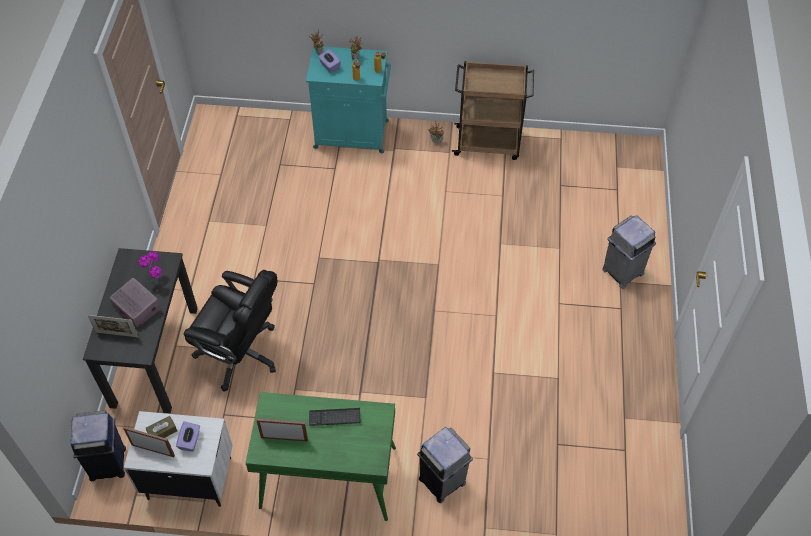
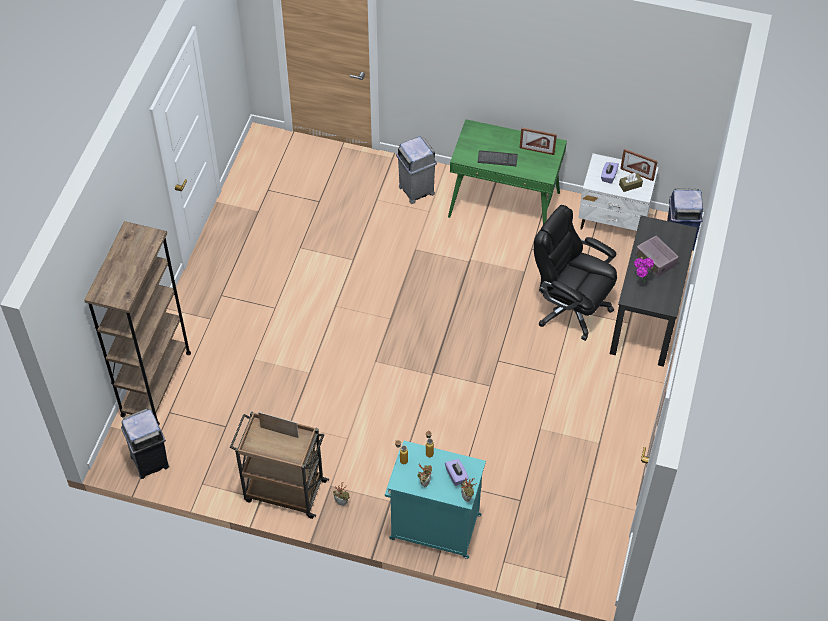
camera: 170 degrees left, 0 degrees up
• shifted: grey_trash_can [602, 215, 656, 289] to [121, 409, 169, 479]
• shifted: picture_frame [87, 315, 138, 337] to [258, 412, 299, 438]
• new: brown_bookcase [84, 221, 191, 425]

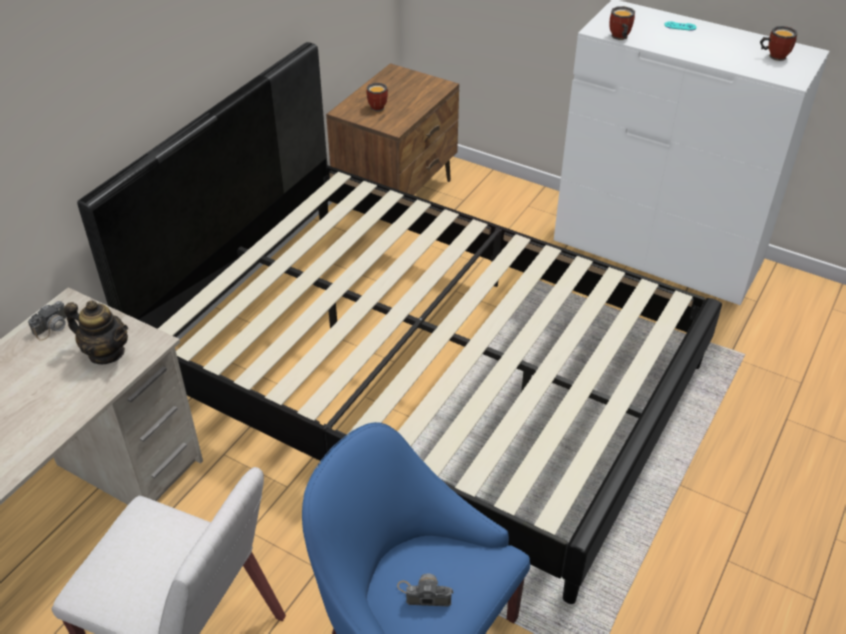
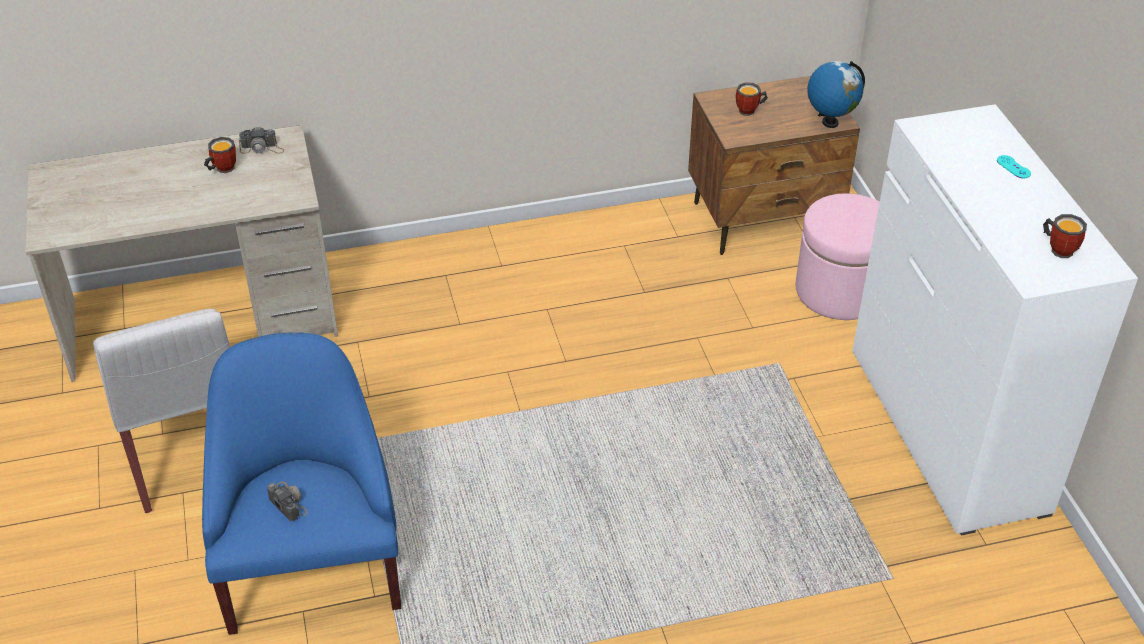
camera: 45 degrees right, 0 degrees up
• shifted: mug [610, 6, 635, 40] to [204, 137, 236, 173]
• gone: black_bed [77, 42, 722, 604]
• gone: teapot [64, 301, 128, 364]
• new: globe [807, 61, 865, 128]
• new: pink_ottoman [796, 194, 880, 320]

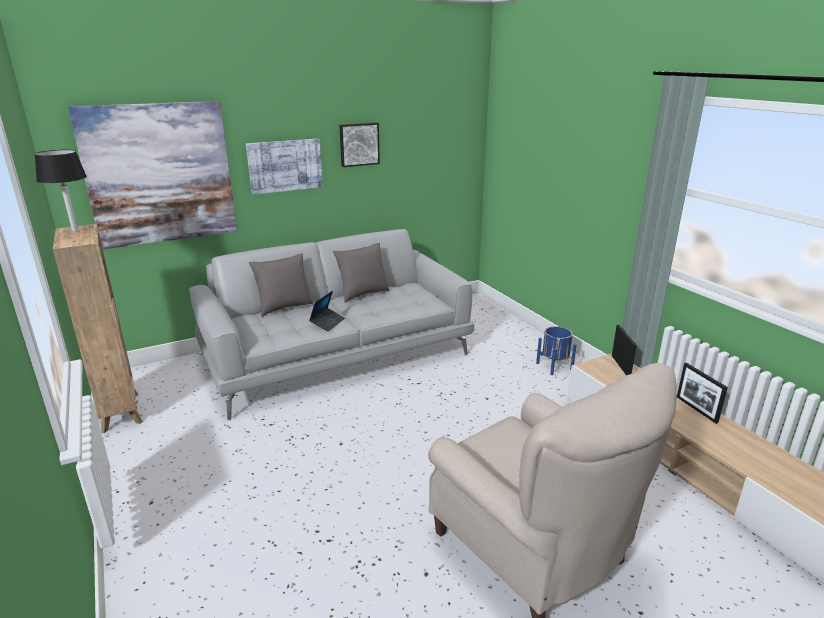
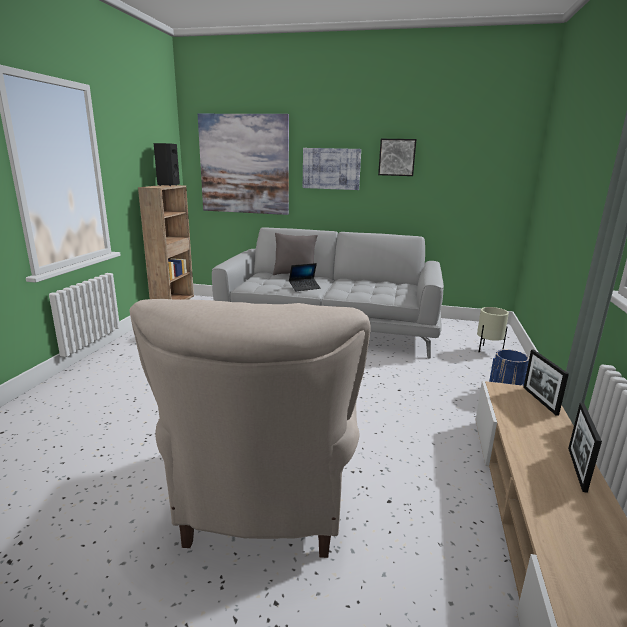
camera: 40 degrees right, 5 degrees down
• swapped: black_table_lamp [35, 150, 87, 232] to black_speaker [154, 143, 180, 186]
• gone: grey_pillow [333, 243, 390, 303]
• rotated: picture_frame [612, 325, 637, 375] = [523, 350, 569, 416] 135 degrees clockwise
• new: beige_planter [477, 307, 509, 352]

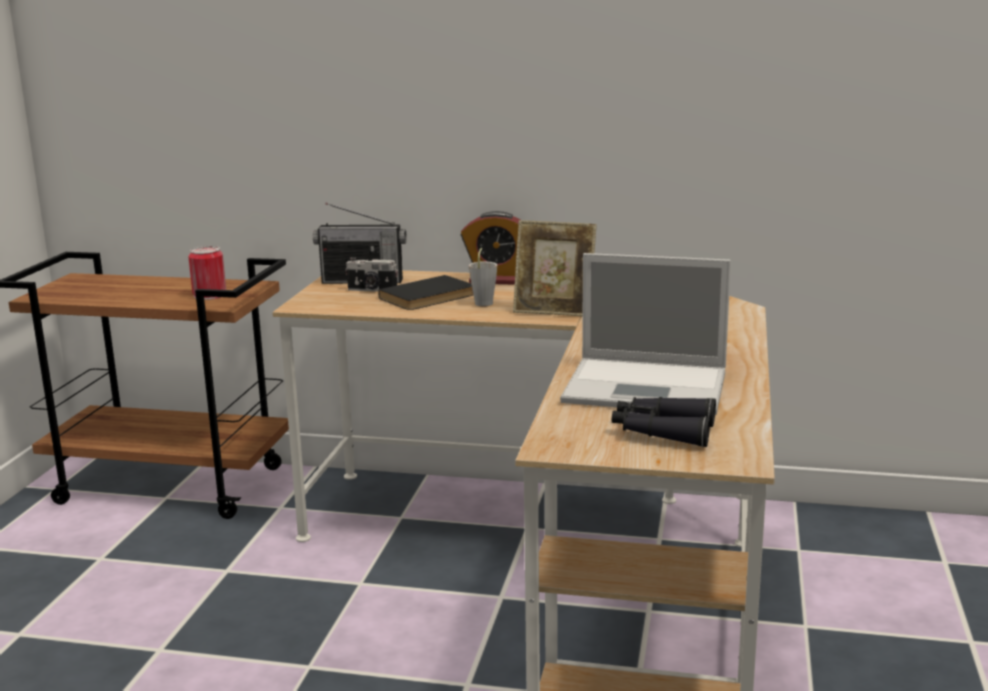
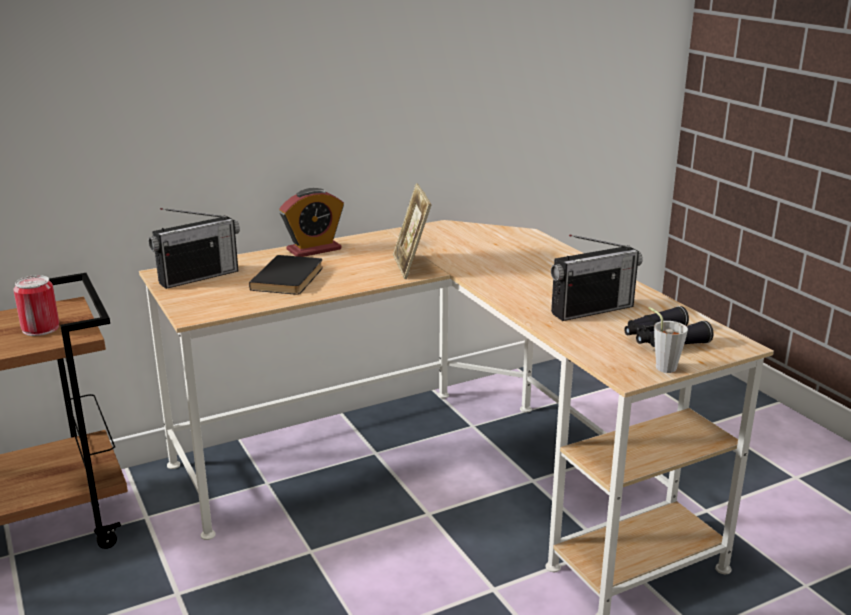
camera: 40 degrees left, 5 degrees up
• rotated: picture_frame [513, 220, 597, 316] = [393, 183, 432, 279] 105 degrees clockwise
• shifted: grey_cup [469, 248, 497, 306] to [648, 307, 688, 373]
• swapped: laptop [560, 253, 731, 415] to radio [551, 235, 643, 321]
• gone: photo_camera [345, 257, 398, 292]

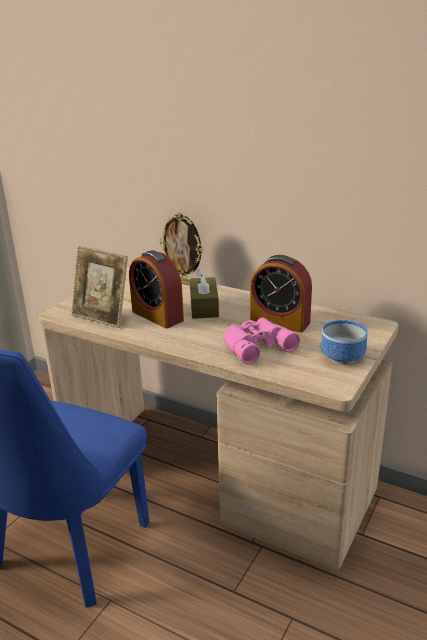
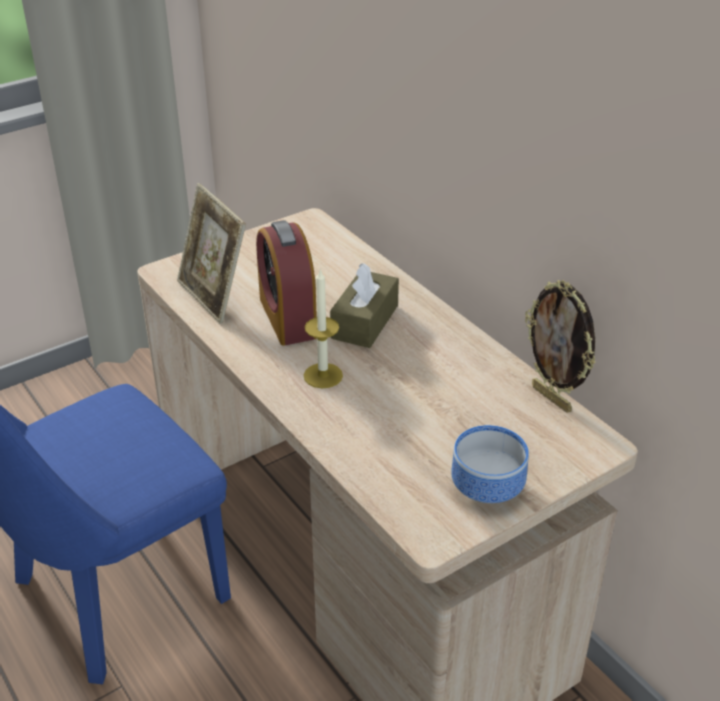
camera: 25 degrees right, 10 degrees up
• shifted: picture_frame [160, 212, 203, 285] to [525, 280, 596, 413]
• gone: alarm_clock [250, 255, 312, 333]
• gone: pink_binoculars [223, 317, 300, 364]
• new: candle [304, 268, 343, 388]

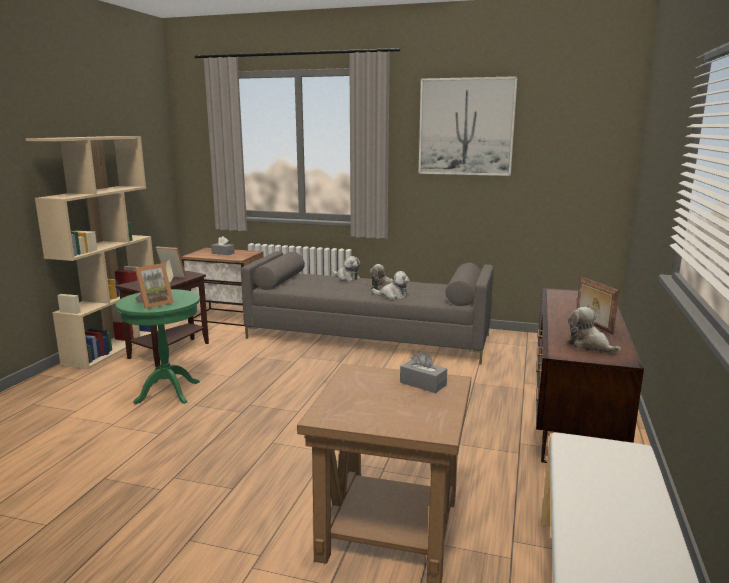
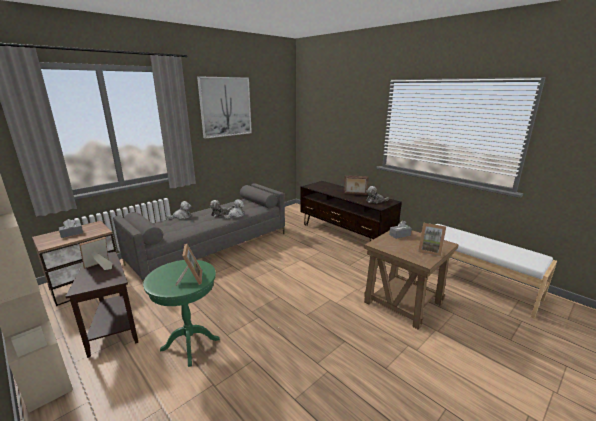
camera: 60 degrees left, 5 degrees up
• new: picture_frame [418, 223, 446, 257]

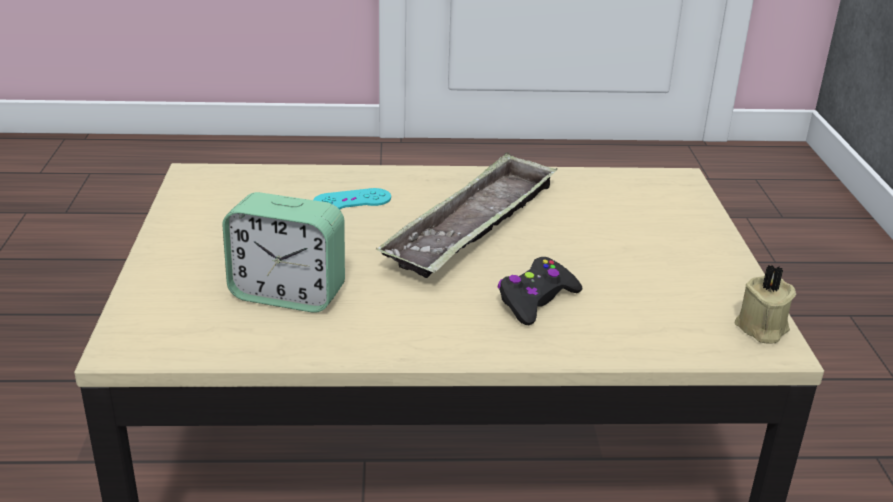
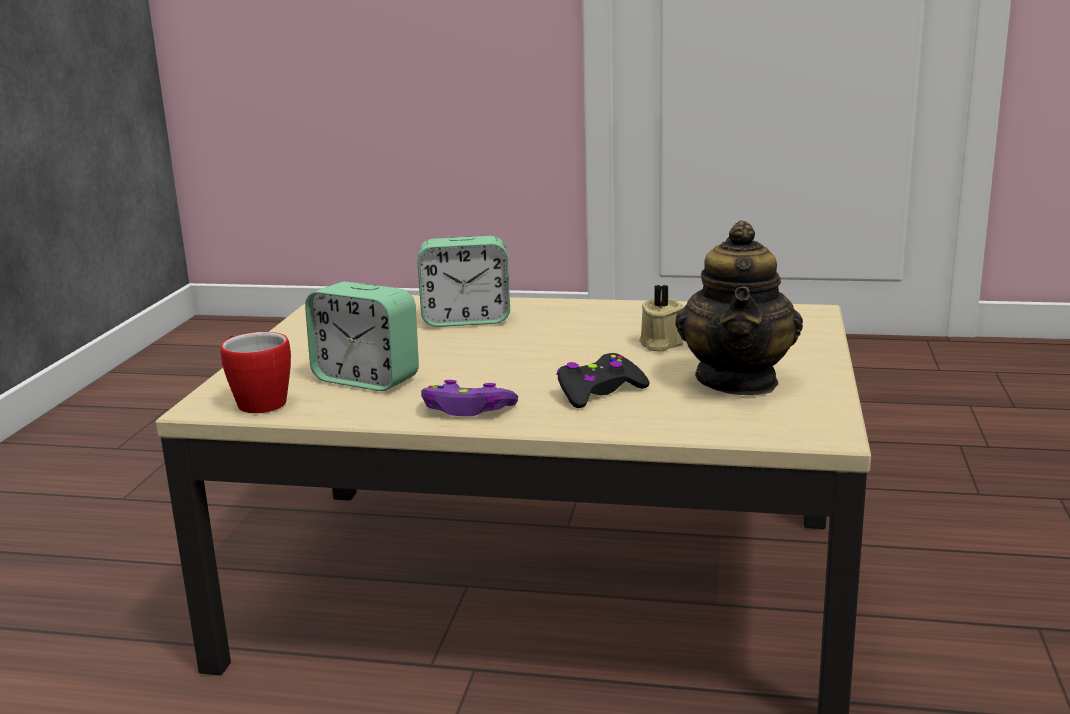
camera: 15 degrees right, 10 degrees down
• gone: tray [376, 153, 557, 278]
• swapped: turquoise_game_controller [313, 188, 391, 209] to alarm_clock [417, 236, 510, 327]
• shifted: beige_candle [735, 265, 796, 344] to [639, 285, 683, 352]
• new: teapot [675, 220, 803, 395]
• new: mug [220, 332, 291, 413]
• new: purple_game_controller [421, 380, 518, 416]

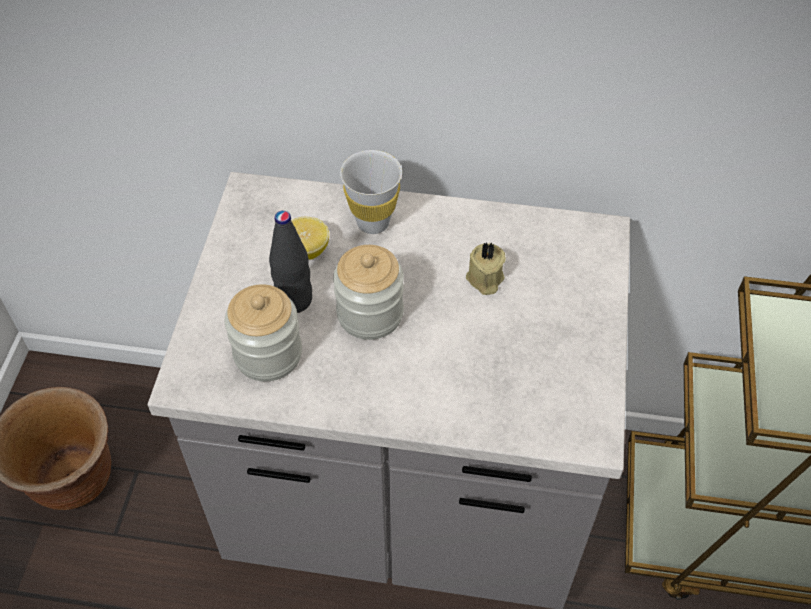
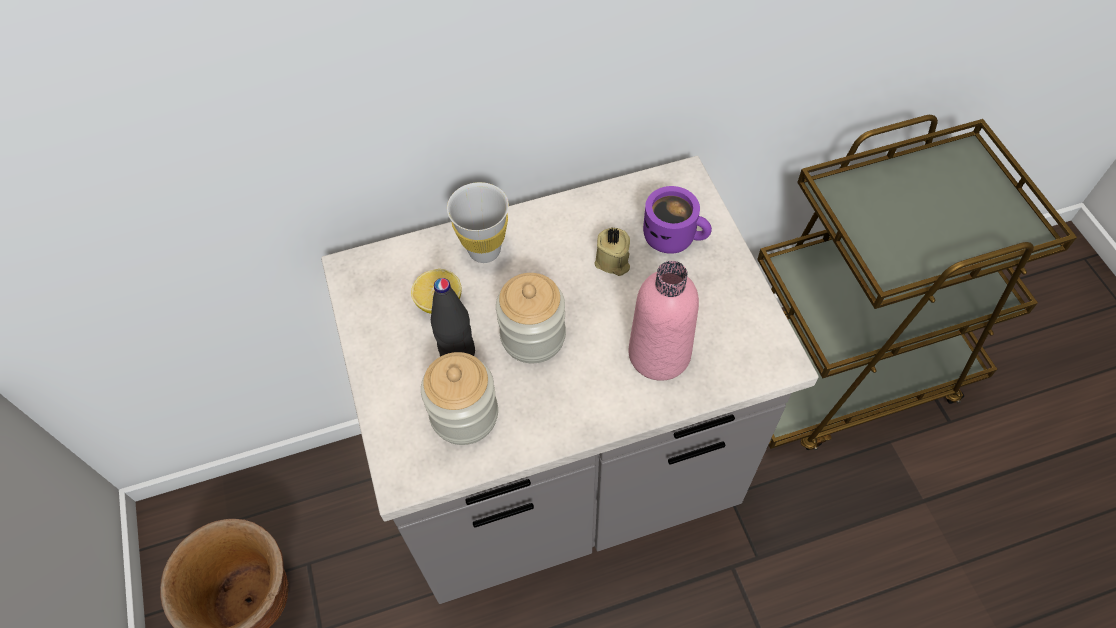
camera: 25 degrees left, 5 degrees up
• new: purple_mug [643, 186, 712, 254]
• new: pink_bottle [629, 261, 699, 381]

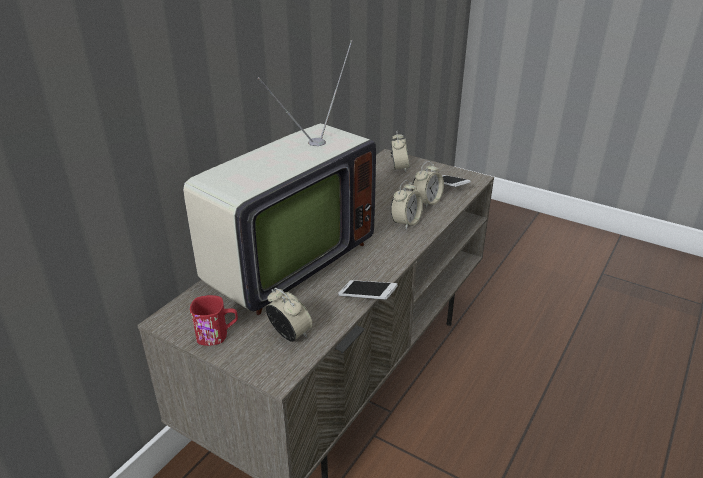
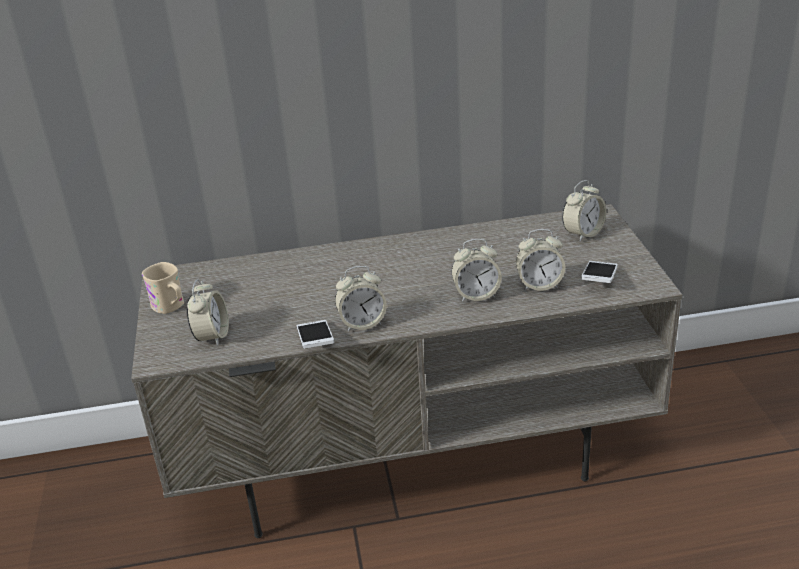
camera: 50 degrees right, 0 degrees up
• gone: television [183, 40, 376, 315]
• repainted: red_mug [190, 295, 238, 346] to beige_mug [142, 262, 184, 314]
• new: alarm_clock [335, 266, 387, 331]

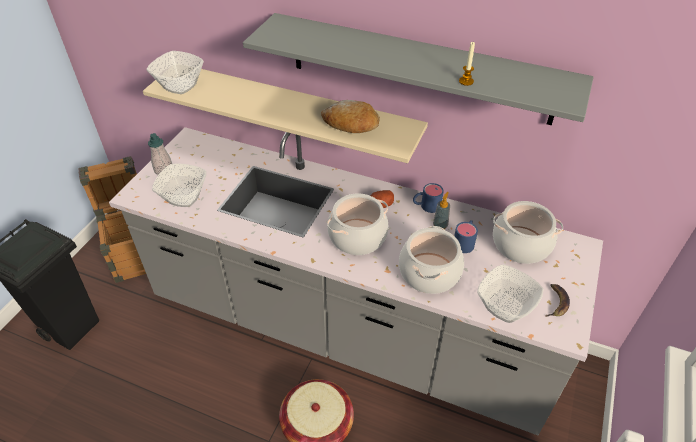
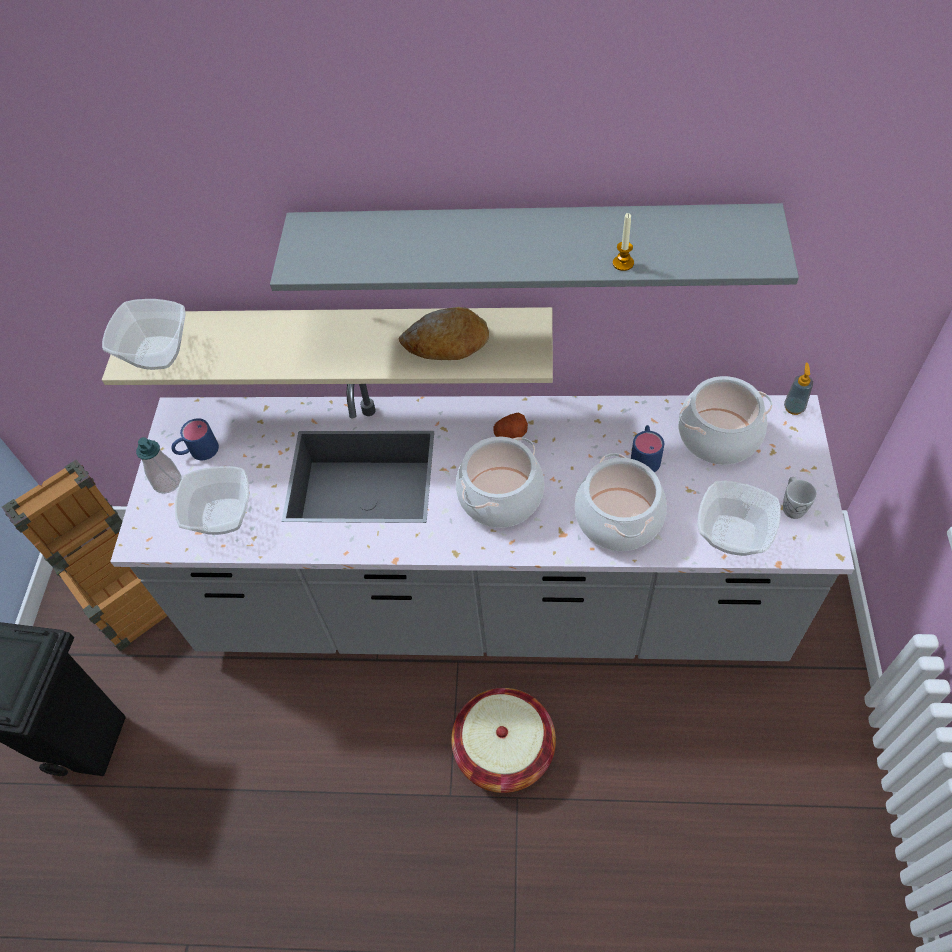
camera: 15 degrees left, 10 degrees up
• shifted: blue_mug [413, 183, 444, 213] to [171, 418, 219, 460]
• shifted: soap_dispenser [433, 192, 450, 229] to [784, 363, 813, 415]
• swapped: banana [545, 284, 570, 317] to white_mug [783, 477, 817, 519]

